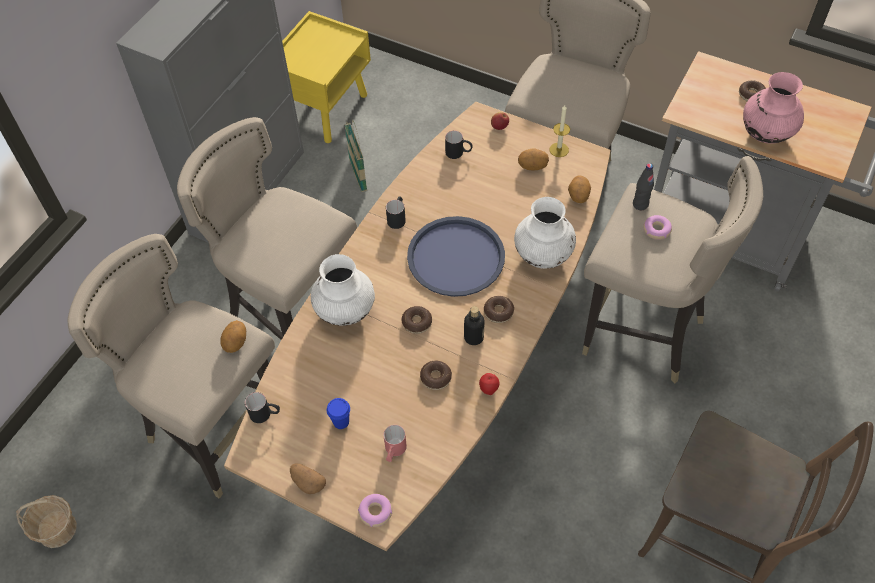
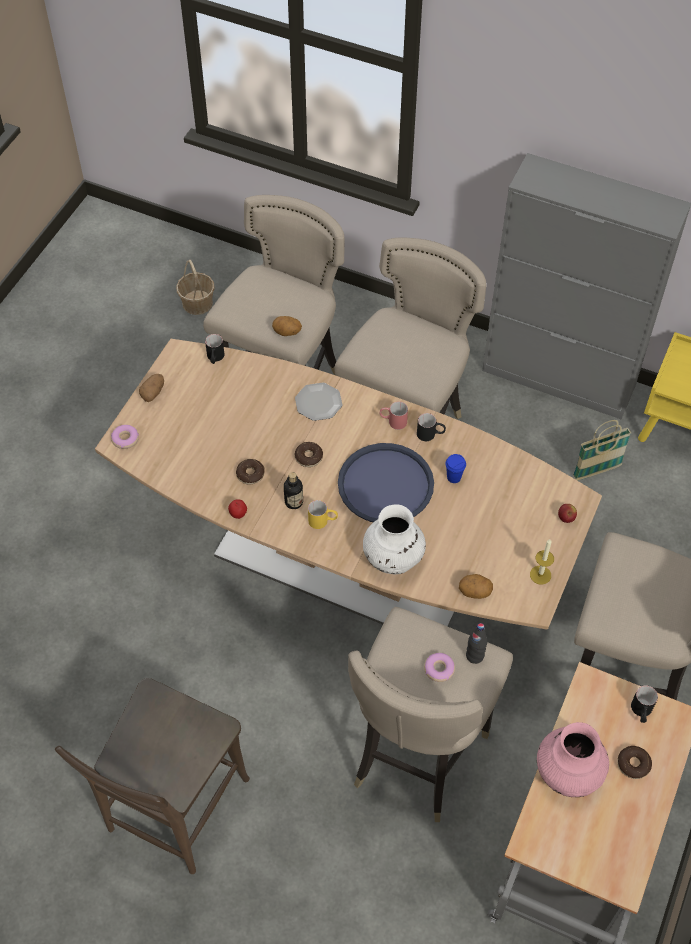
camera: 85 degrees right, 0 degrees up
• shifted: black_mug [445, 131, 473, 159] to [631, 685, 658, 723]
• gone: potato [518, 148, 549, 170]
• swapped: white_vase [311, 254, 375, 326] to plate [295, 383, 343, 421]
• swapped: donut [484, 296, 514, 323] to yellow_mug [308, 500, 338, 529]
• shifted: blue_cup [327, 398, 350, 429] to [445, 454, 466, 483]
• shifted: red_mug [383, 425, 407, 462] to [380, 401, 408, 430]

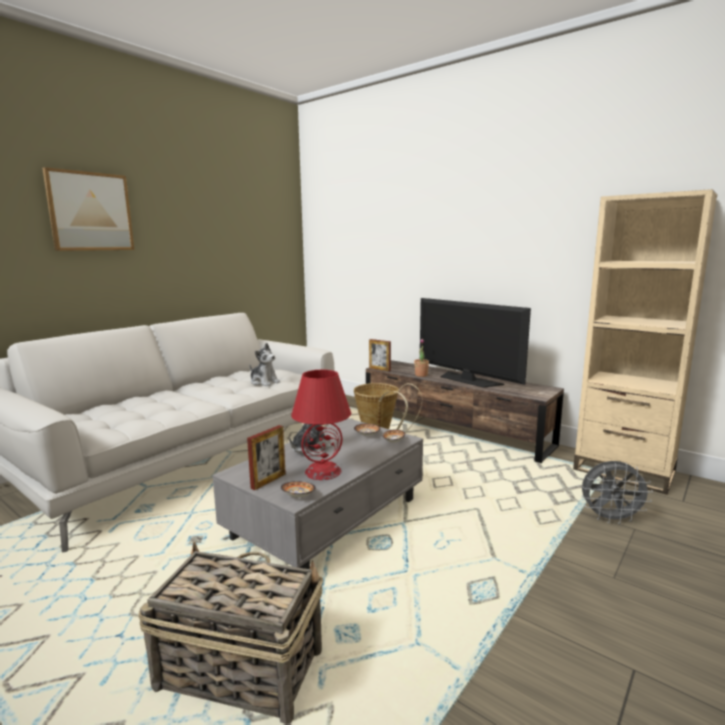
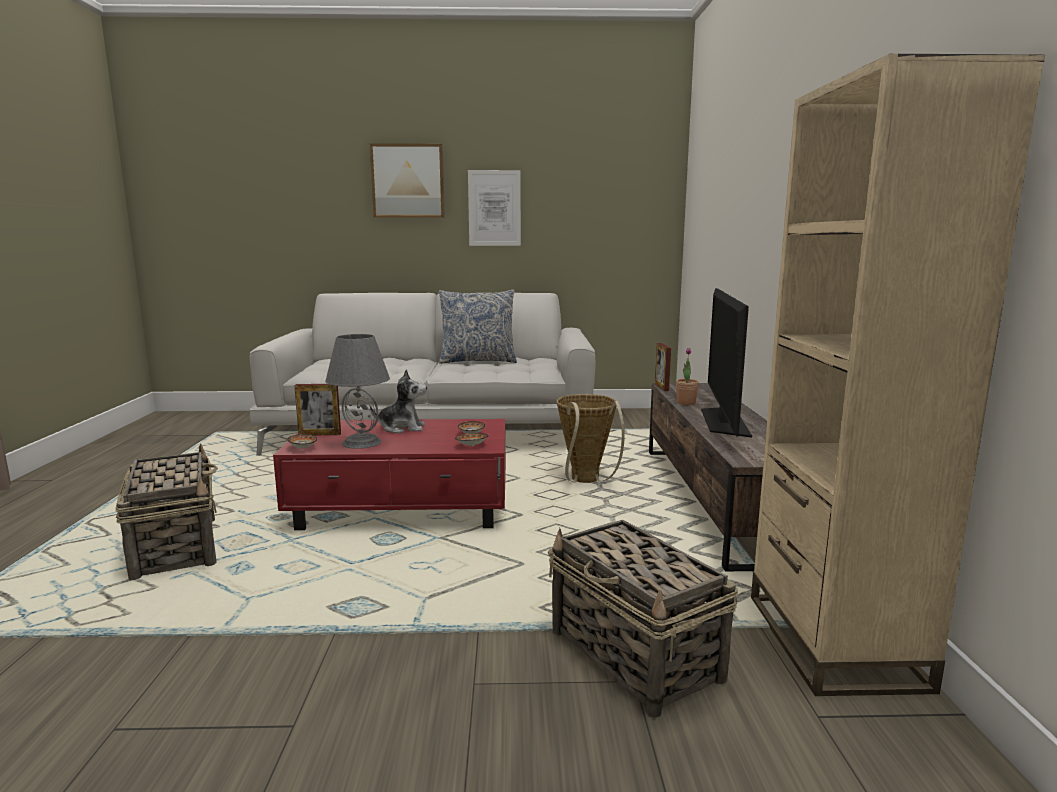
camera: 50 degrees right, 0 degrees up
• gone: plush_toy [250, 343, 280, 386]
• repainted: red_table_lamp [291, 369, 351, 480] to grey_table_lamp [325, 334, 390, 449]
• repainted: grey_coffee_table [212, 418, 423, 569] to red_coffee_table [273, 419, 506, 530]
• swapped: grey_fan [582, 461, 653, 524] to basket [548, 520, 738, 718]
• new: picture [468, 170, 521, 246]
• new: pillow [439, 289, 517, 364]

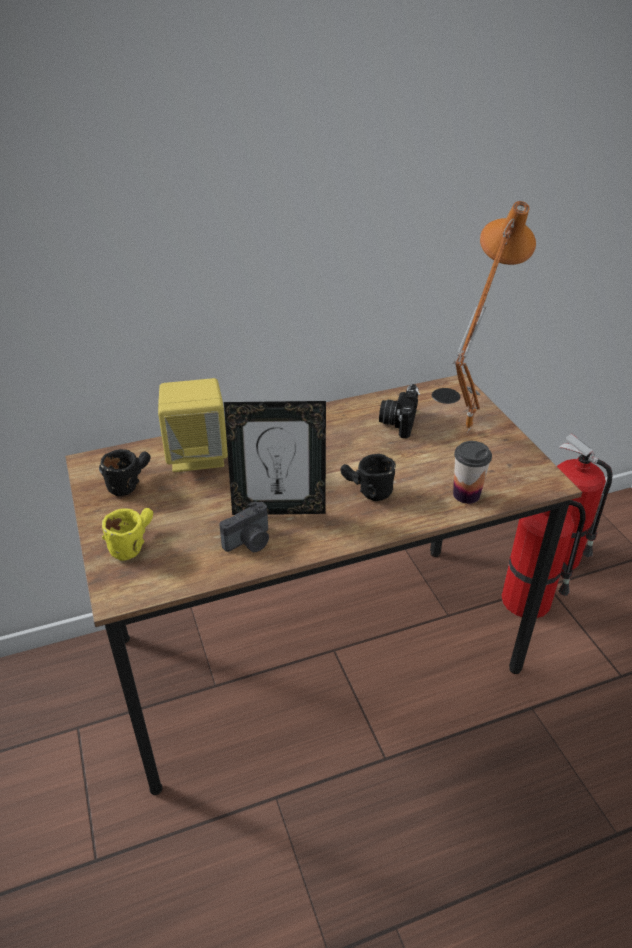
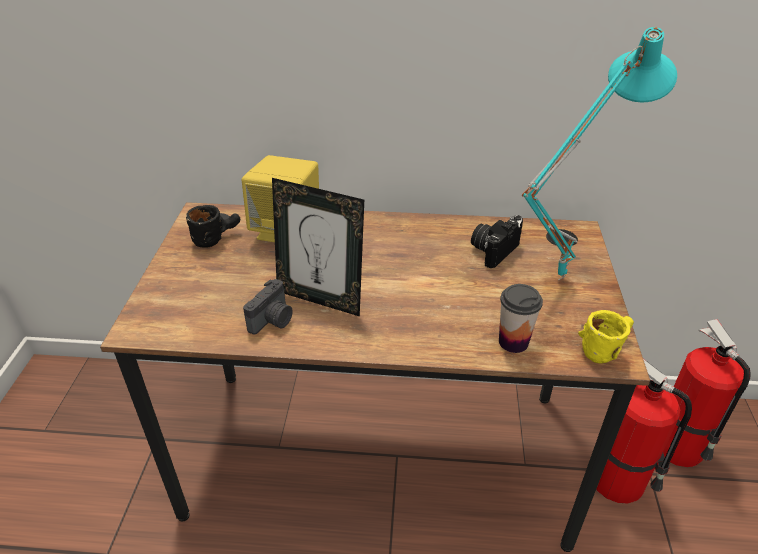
camera: 25 degrees right, 0 degrees up
• repainted: orange_table_lamp [453, 201, 536, 433] to turquoise_table_lamp [522, 27, 677, 281]
• gone: black_mug [340, 454, 396, 501]
• rotated: photo_camera [219, 501, 269, 552] = [243, 279, 293, 335] 45 degrees counterclockwise
• shifted: yellow_mug [102, 508, 153, 561] to [578, 310, 634, 363]

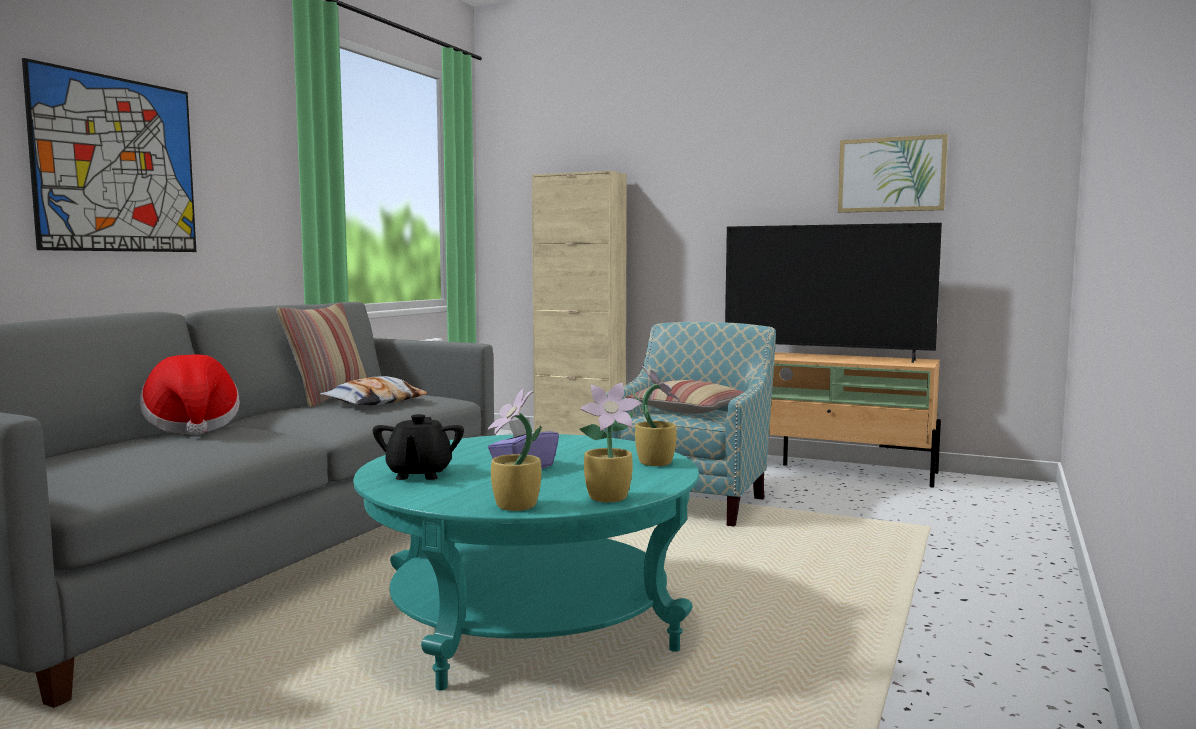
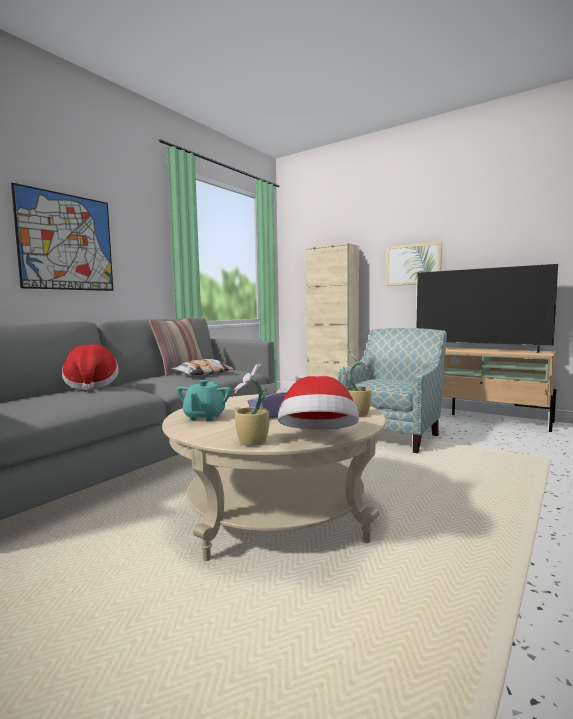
camera: 10 degrees right, 0 degrees up
• shifted: picture [838, 134, 948, 213] to [386, 242, 442, 286]
• gone: pillow [626, 380, 744, 414]
• swapped: potted_plant [579, 383, 642, 502] to hat [278, 376, 359, 429]
• repainted: black_teapot [373, 414, 464, 480] to turquoise_teapot [176, 380, 231, 421]
• repainted: turquoise_coffee_table [353, 434, 699, 691] to beige_coffee_table [162, 394, 386, 561]

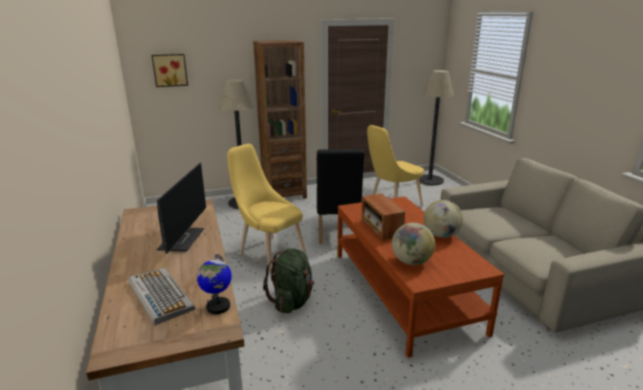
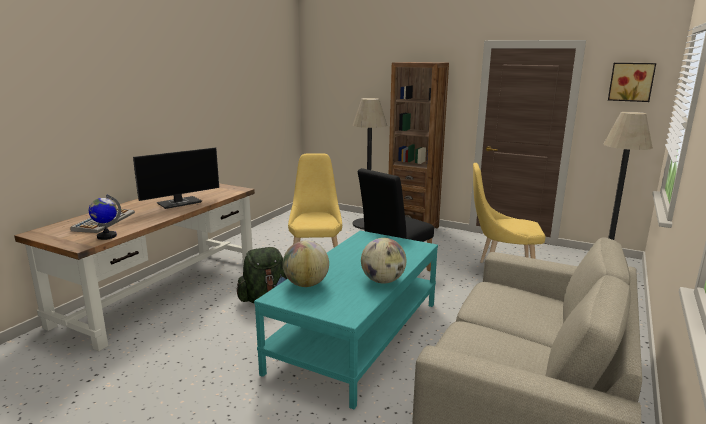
camera: 45 degrees right, 5 degrees down
• shifted: picture [152, 54, 188, 87] to [608, 63, 656, 102]
• gone: radio [361, 193, 405, 240]
• repainted: brown_coffee_table [337, 197, 504, 358] to turquoise_coffee_table [254, 231, 438, 409]

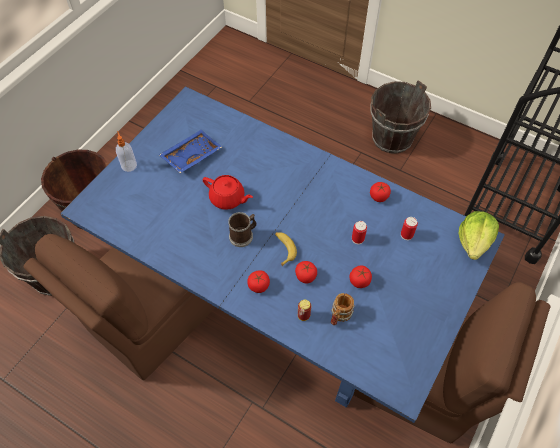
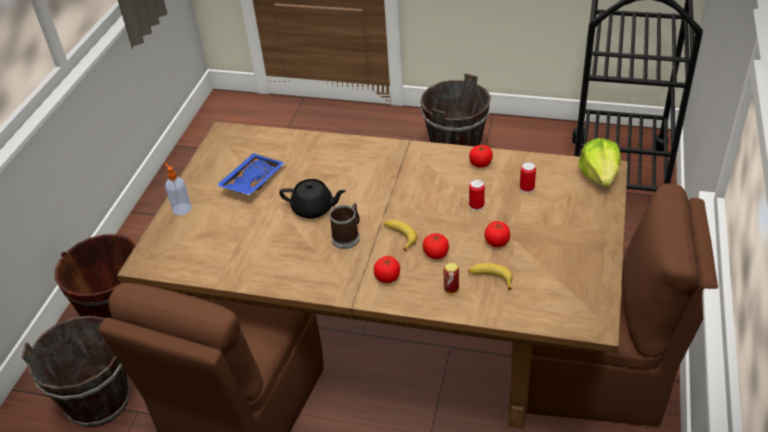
camera: 15 degrees left, 15 degrees down
• repainted: blue_dining_table [60, 86, 505, 423] to brown_dining_table [117, 121, 628, 429]
• repainted: red_teapot [203, 175, 253, 210] to black_teapot [279, 179, 346, 219]
• swapped: mug [331, 293, 355, 325] to banana [468, 263, 513, 290]

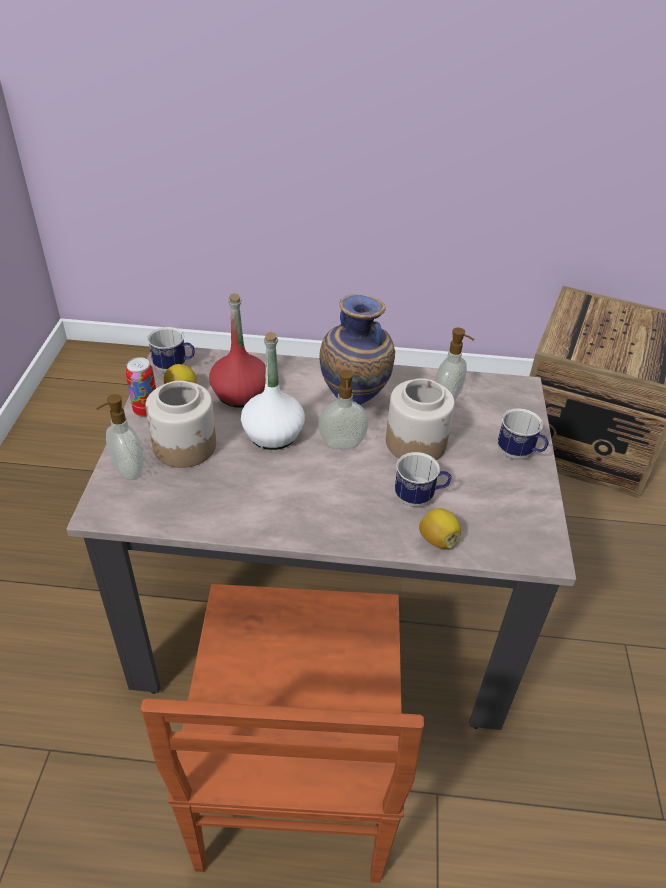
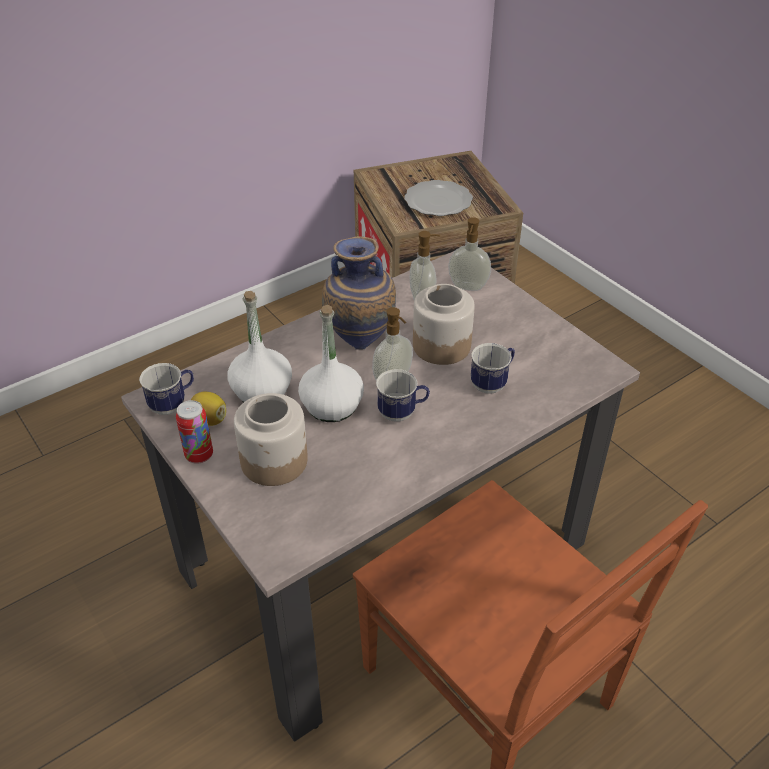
camera: 40 degrees left, 0 degrees up
• repainted: red_bottle [209, 293, 266, 408] to white_bottle [227, 291, 292, 402]
• shifted: soap_dispenser [96, 394, 144, 480] to [448, 217, 491, 291]
• shifted: mug [498, 408, 549, 459] to [376, 369, 430, 422]
• gone: lemon [419, 508, 461, 549]
• new: plate [404, 180, 473, 216]

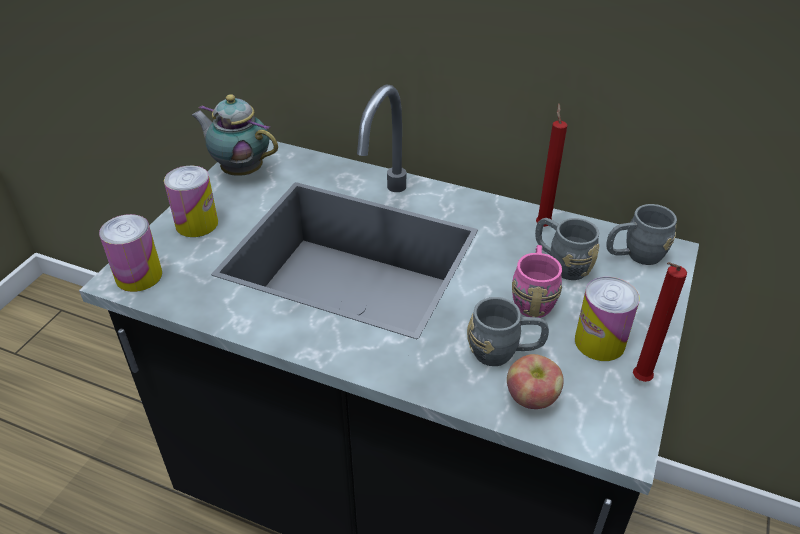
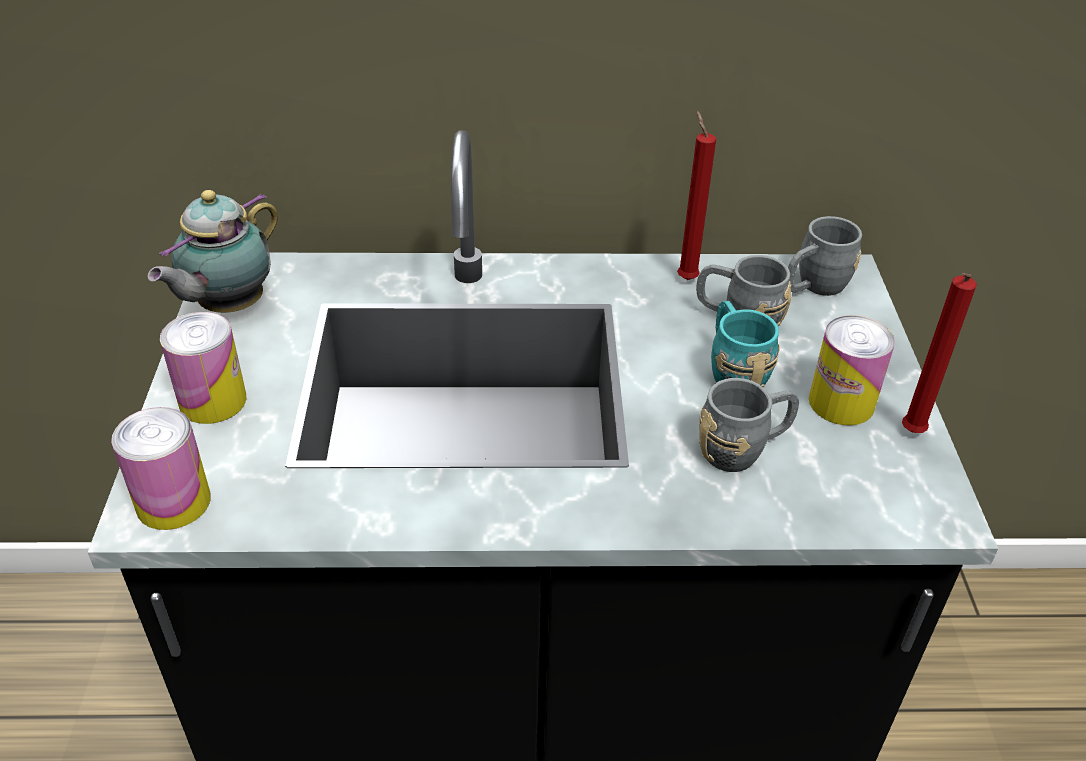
camera: 25 degrees left, 0 degrees up
• rotated: teapot [192, 94, 278, 176] = [147, 190, 278, 313] 60 degrees counterclockwise
• repainted: pink_mug [512, 245, 562, 318] to turquoise_mug [711, 301, 780, 388]
• gone: apple [507, 354, 564, 409]

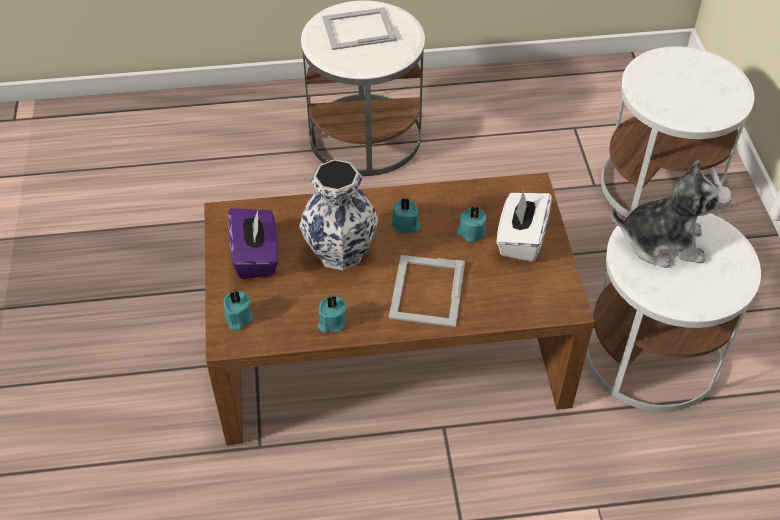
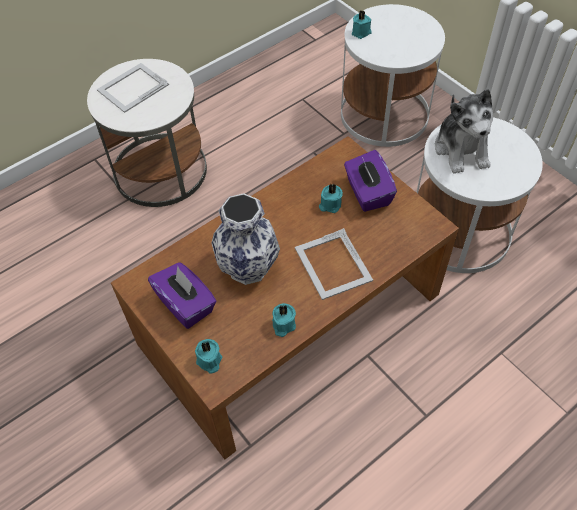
camera: 30 degrees left, 5 degrees up
• rotated: plush_toy [611, 160, 732, 268] = [435, 89, 493, 174] 105 degrees clockwise
• repainted: white_tissue_box [496, 191, 552, 262] to purple_tissue_box [344, 150, 397, 212]
• shifted: turquoise_candle [391, 198, 421, 233] to [352, 10, 372, 39]

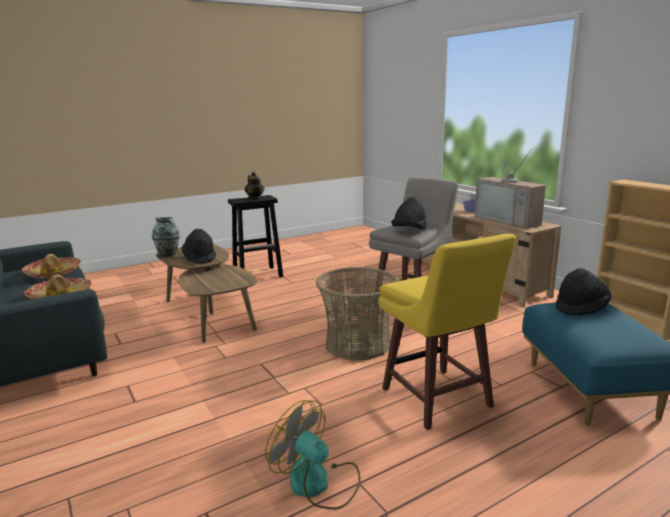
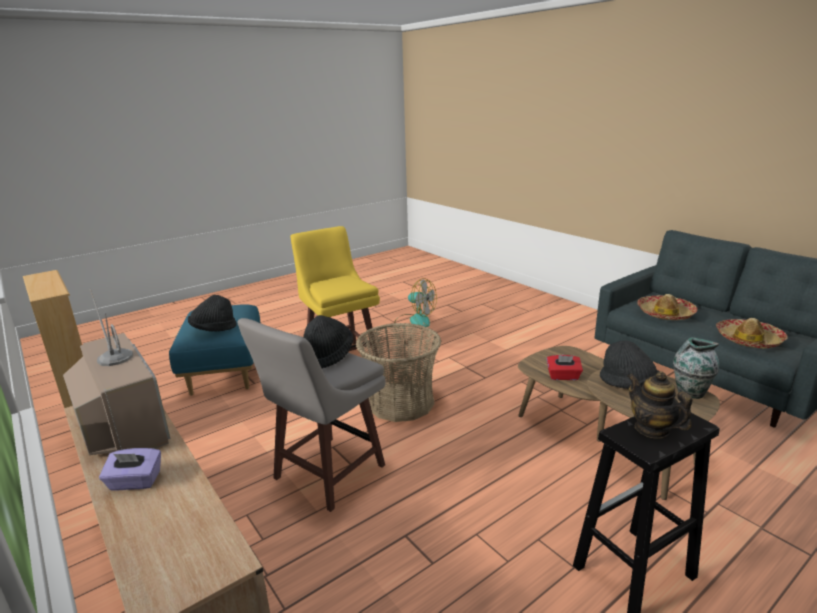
camera: 175 degrees right, 5 degrees up
• new: red_tissue_box [547, 355, 583, 380]

